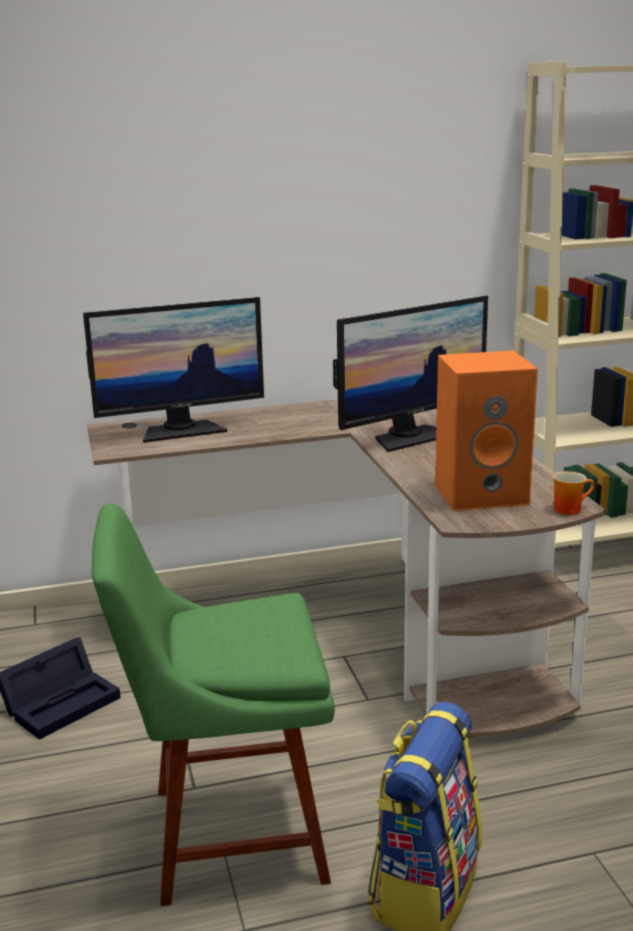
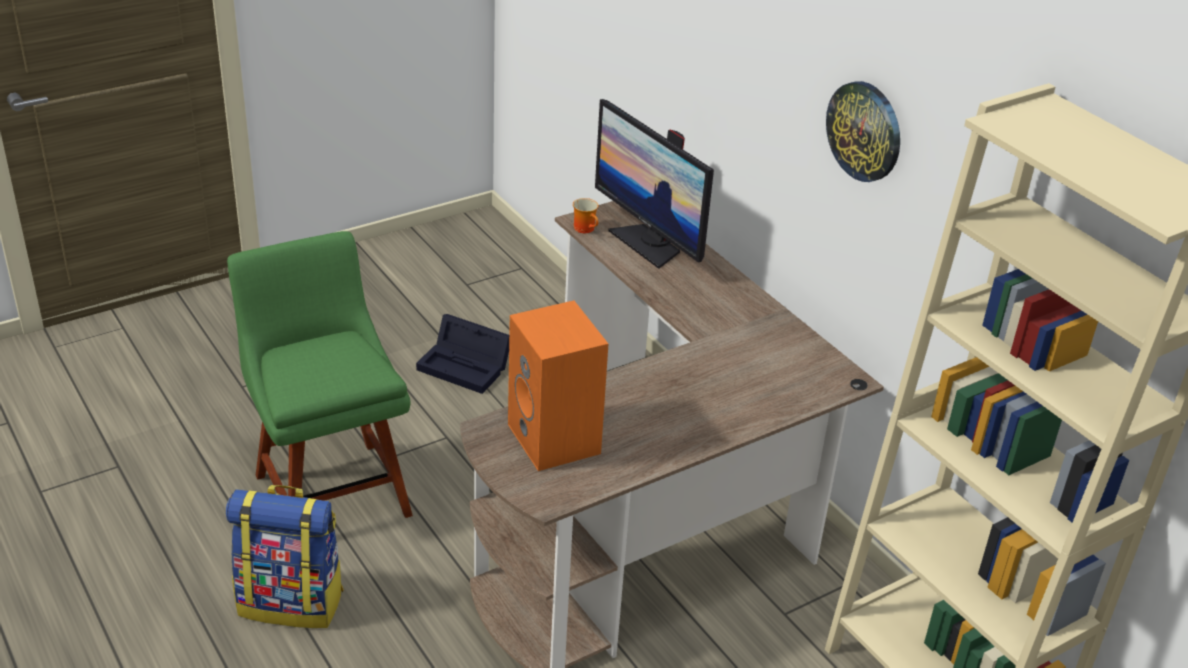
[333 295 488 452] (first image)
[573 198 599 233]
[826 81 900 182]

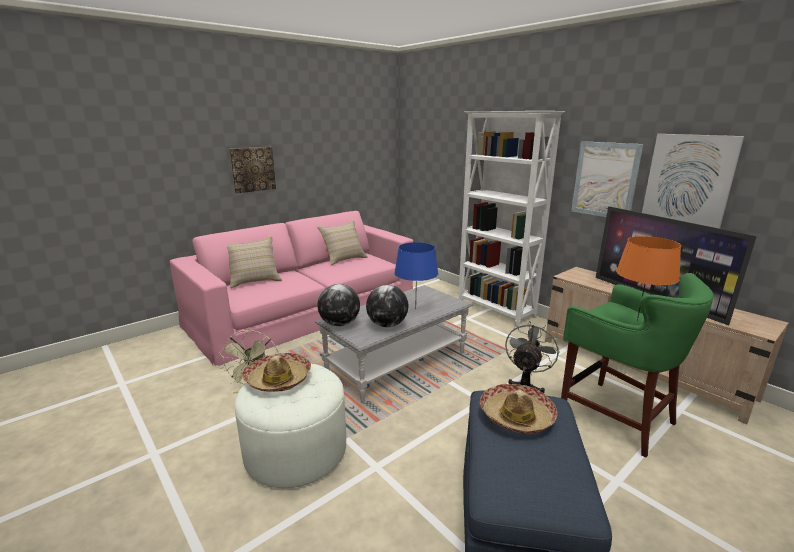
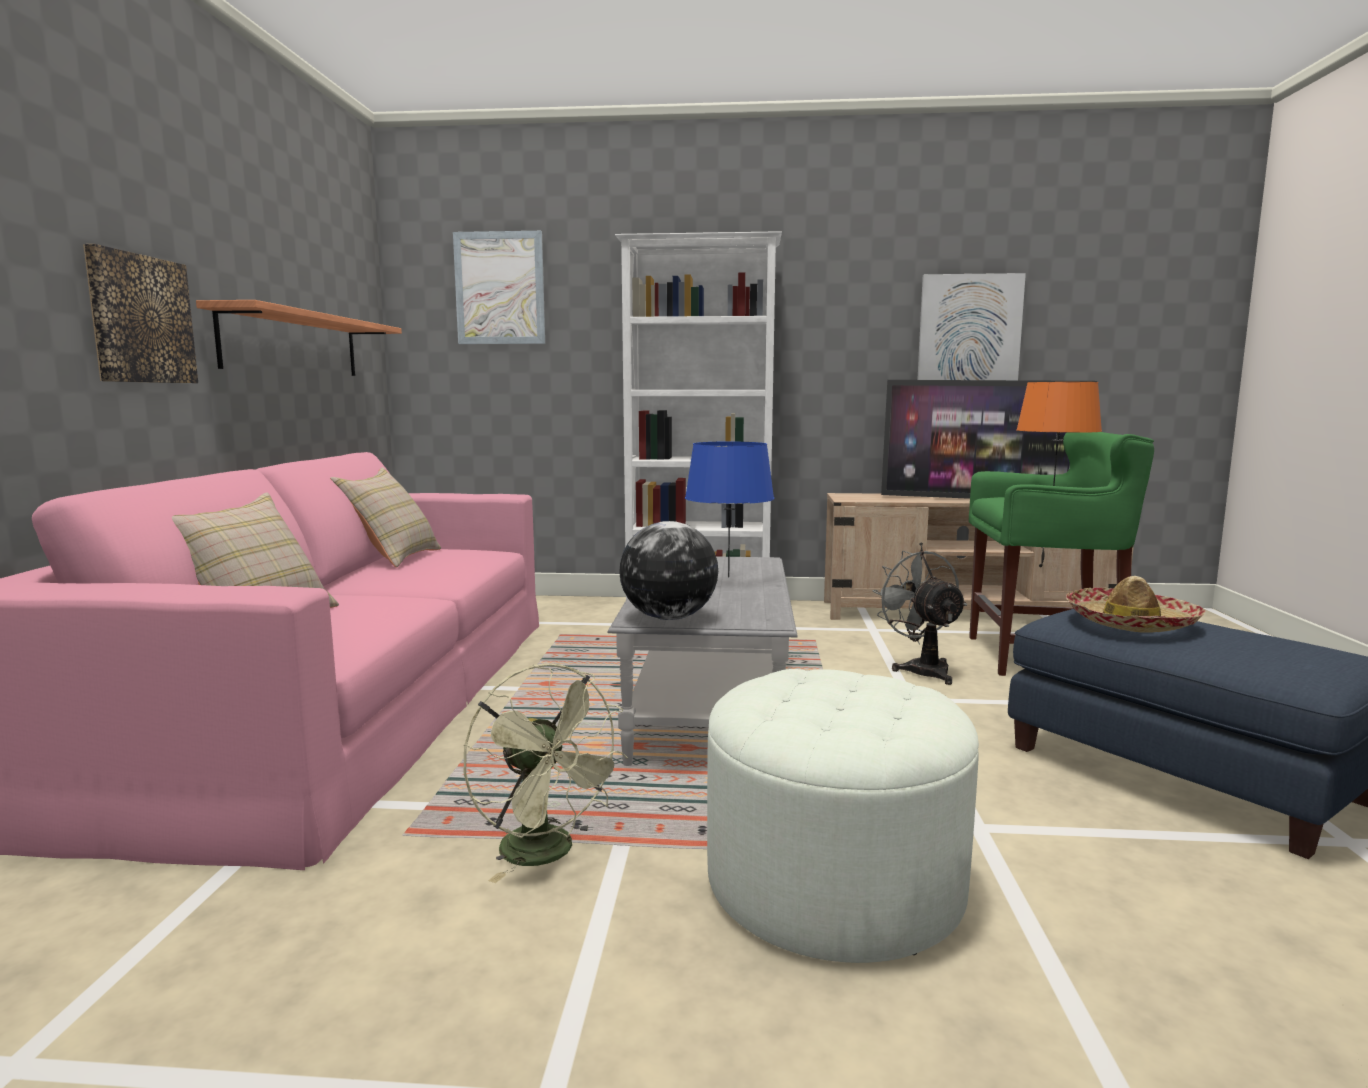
[242 353 311 392] (first image)
[366 285 409 327] (first image)
[453 231 545 344]
[196 300 402 376]

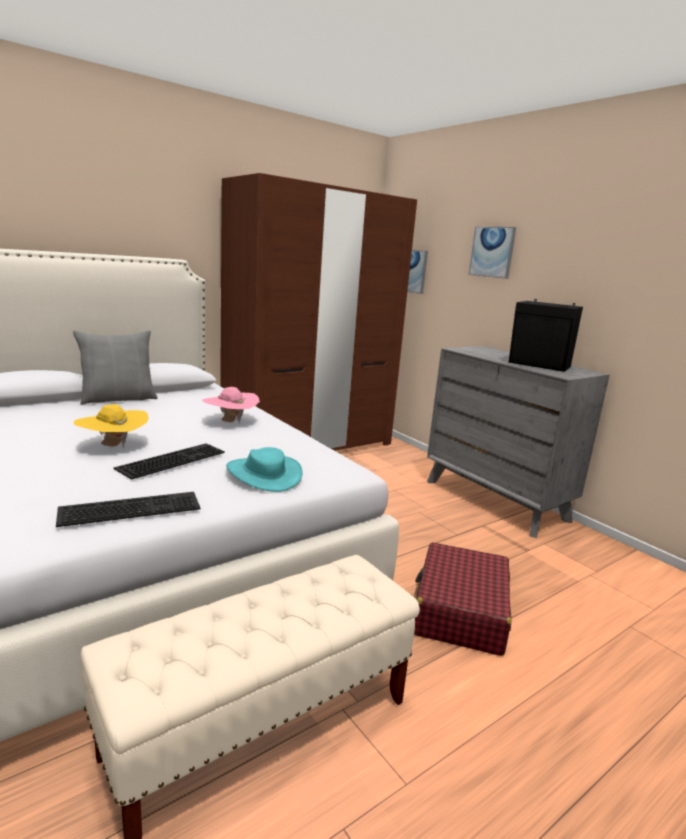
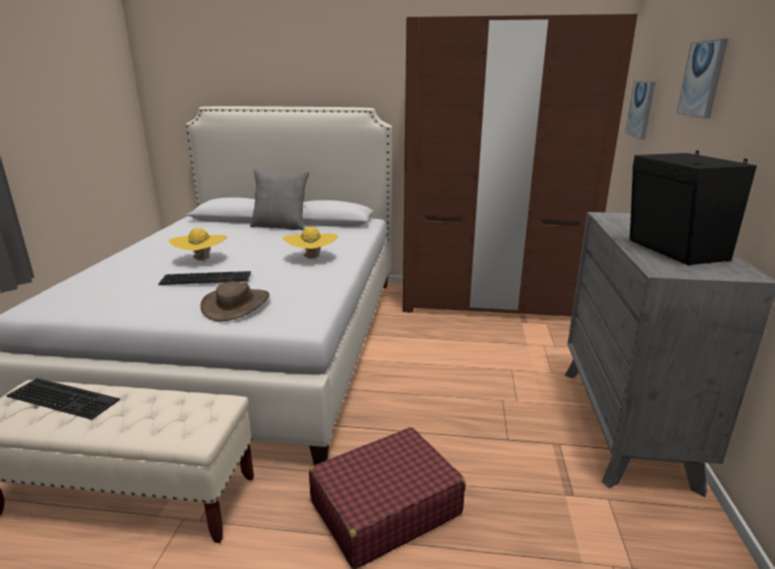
[6 378 120 420]
[283 227 338 259]
[200 281 270 322]

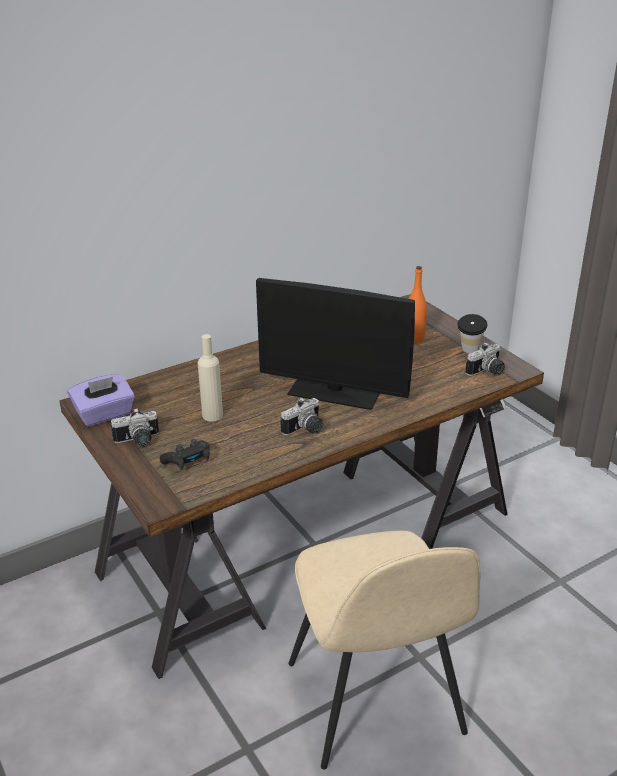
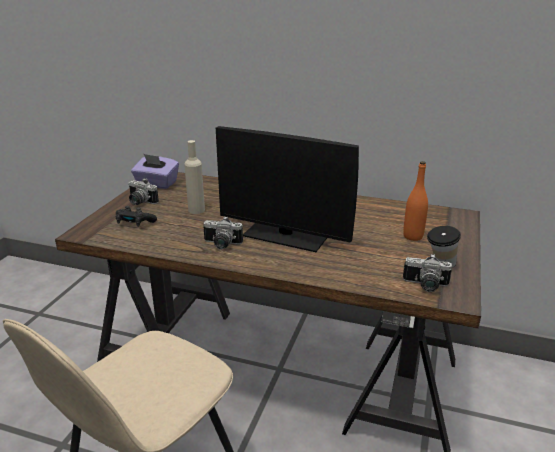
[216 126 359 252]

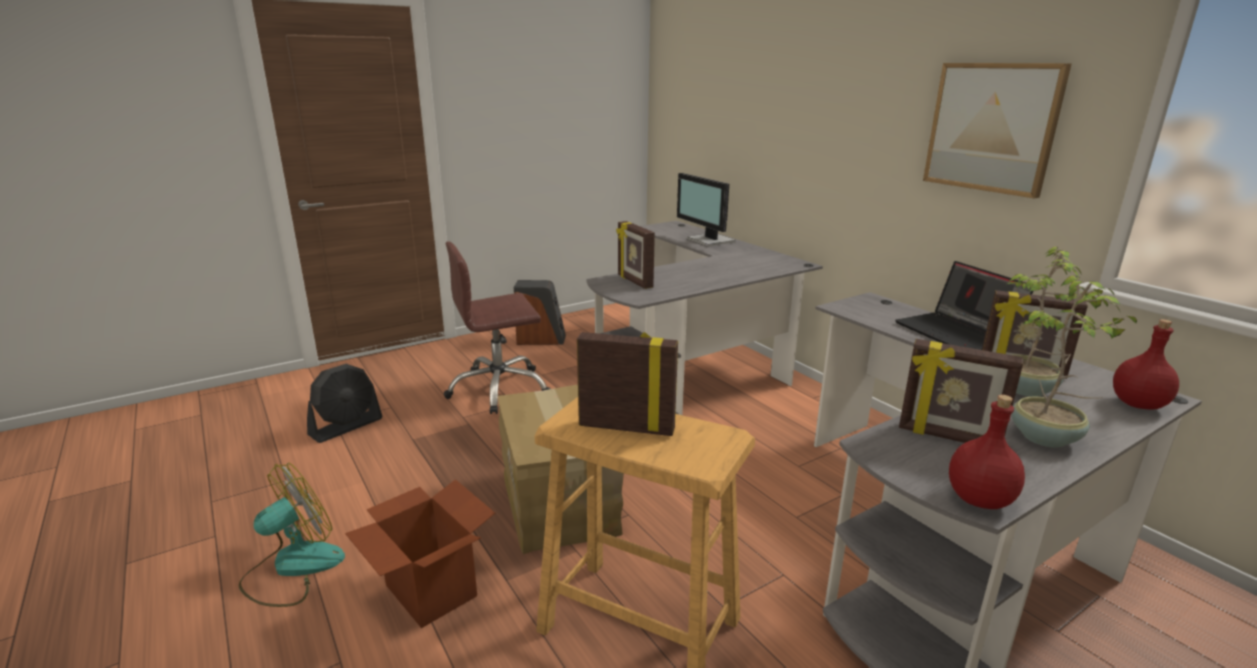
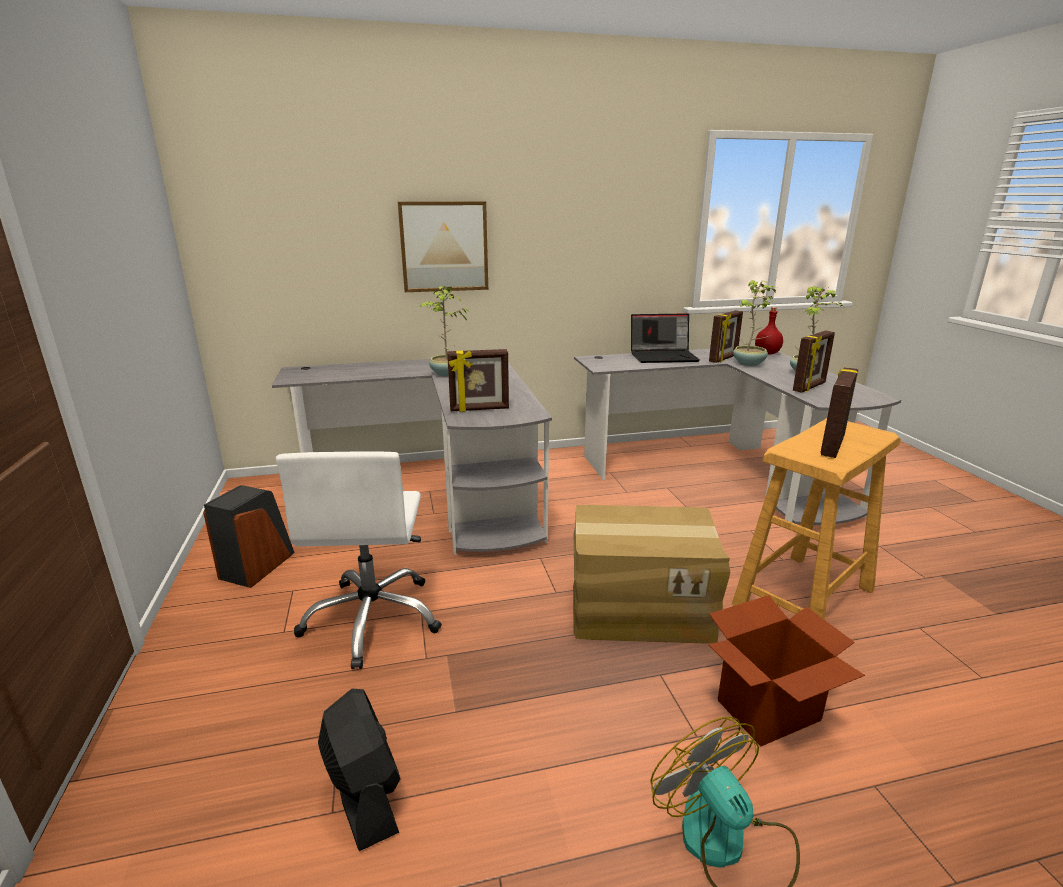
[276 451 442 669]
[677 173 736 247] (first image)
[398 201 488 292]
[949 395 1025 509] (first image)
[420 286 469 376]

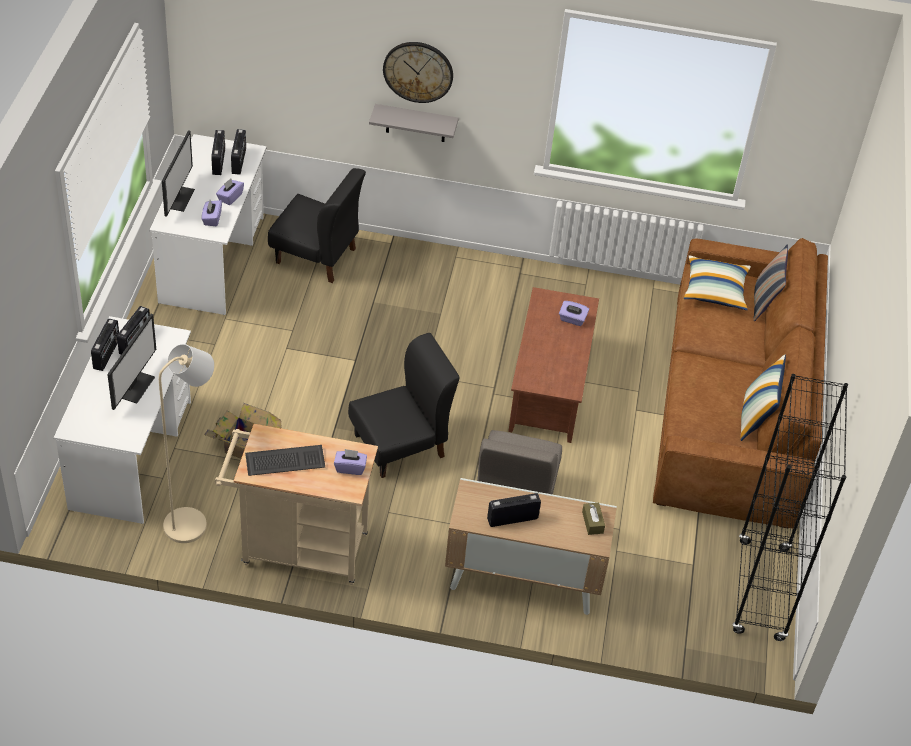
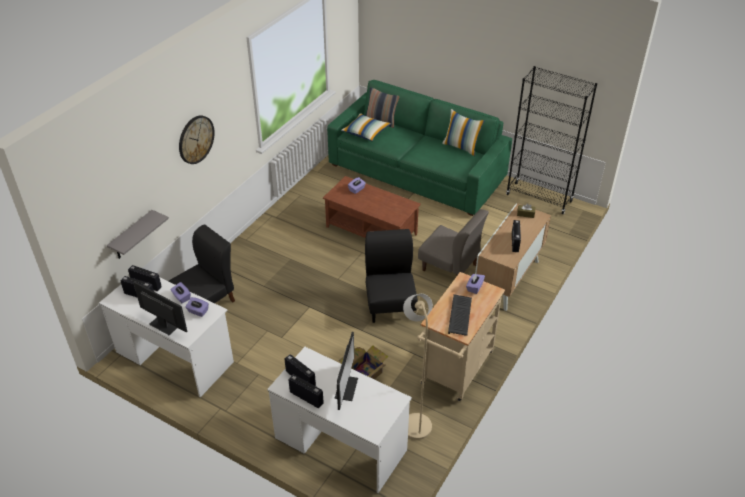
[335 332 358 410]
[107 210 169 259]
[327 80 512 216]

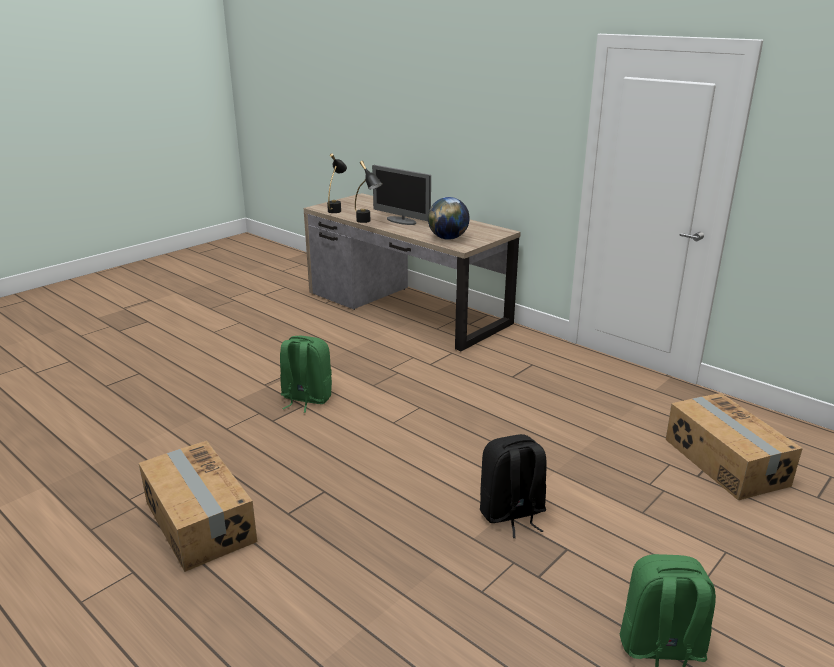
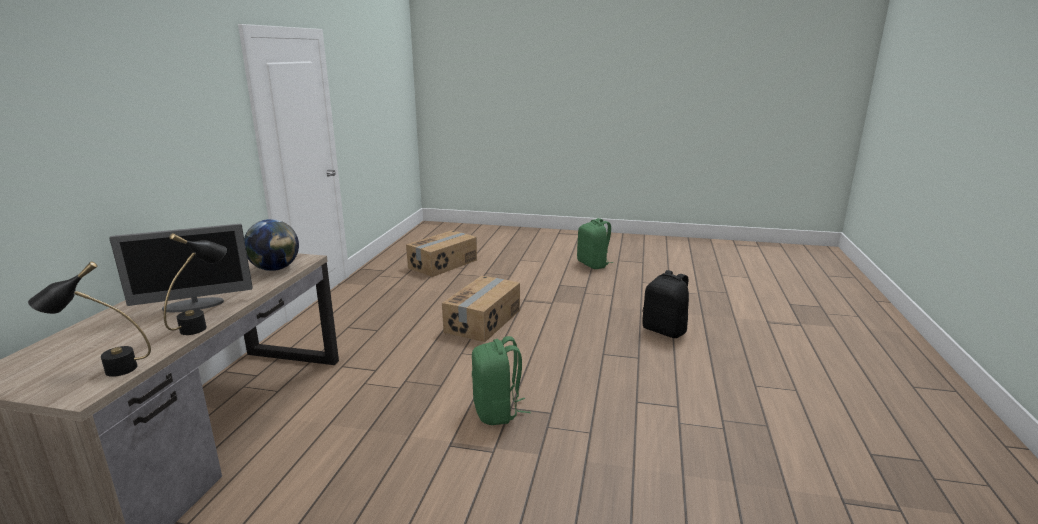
[442 276 520 342]
[109 224 253 312]
[642 270 689 338]

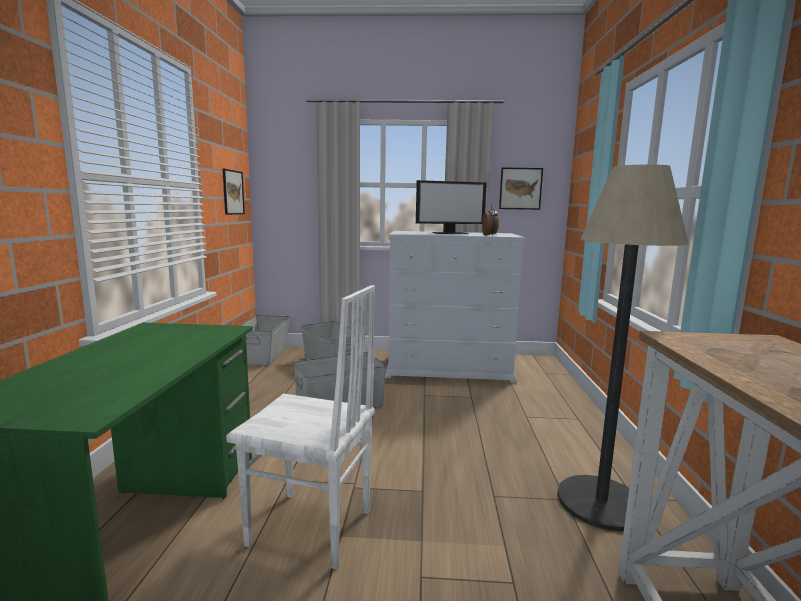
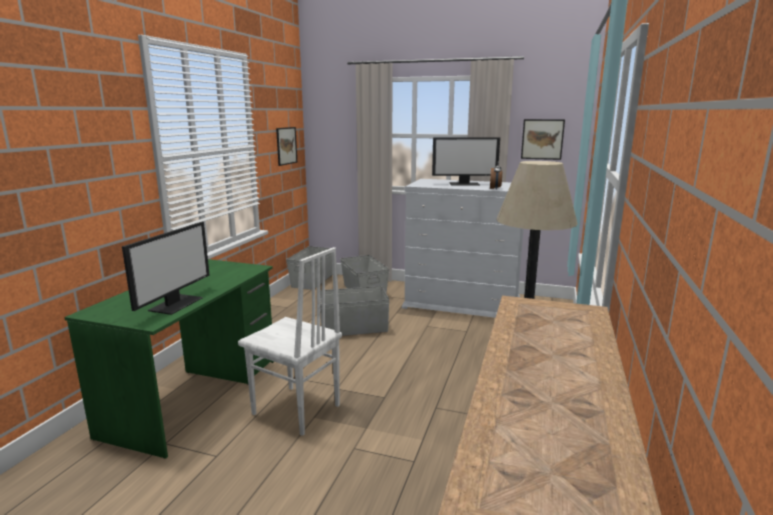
[122 222 210 315]

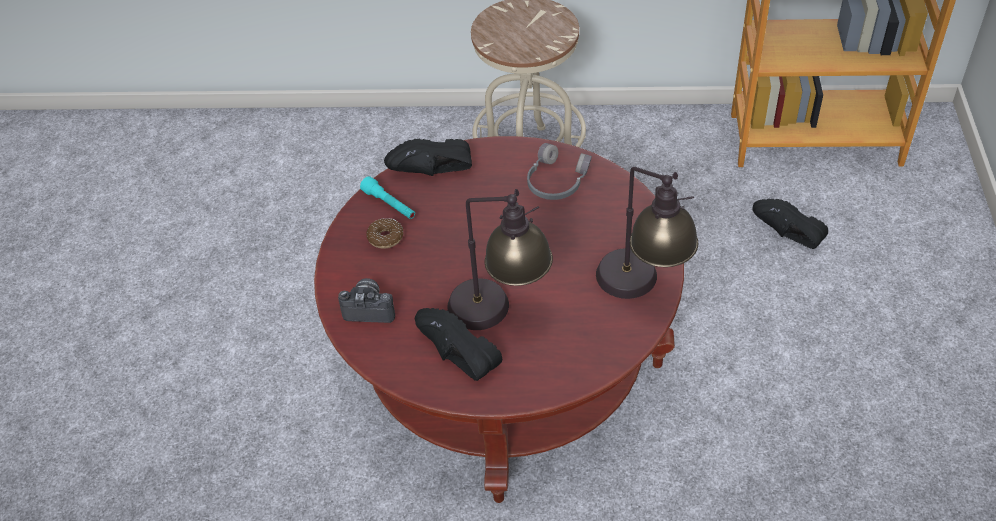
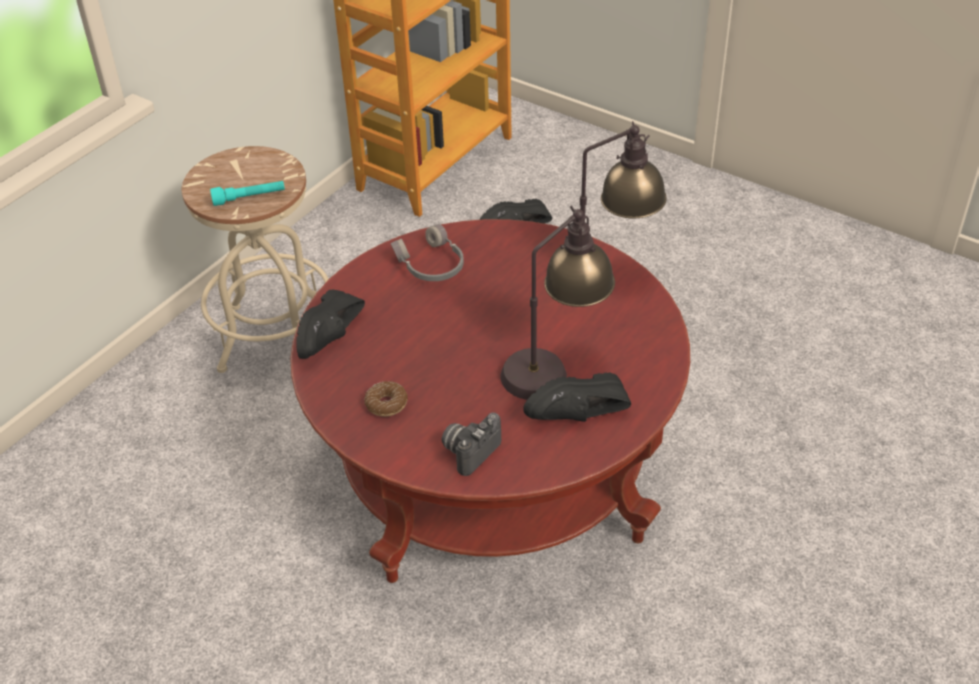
[210 181 285 206]

